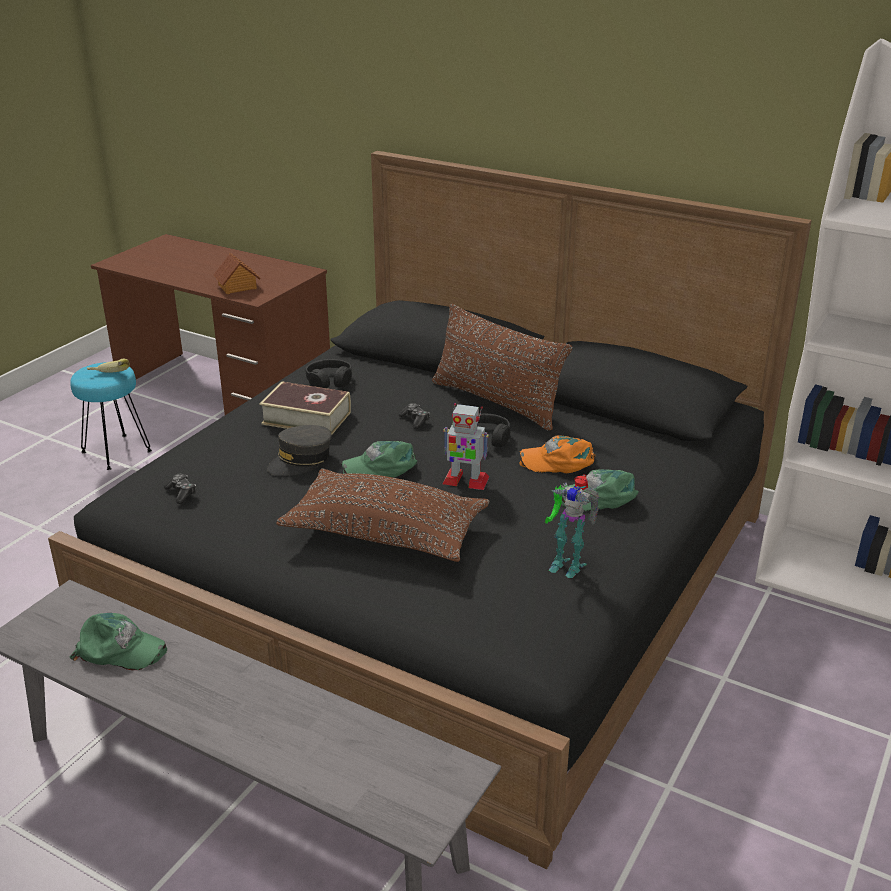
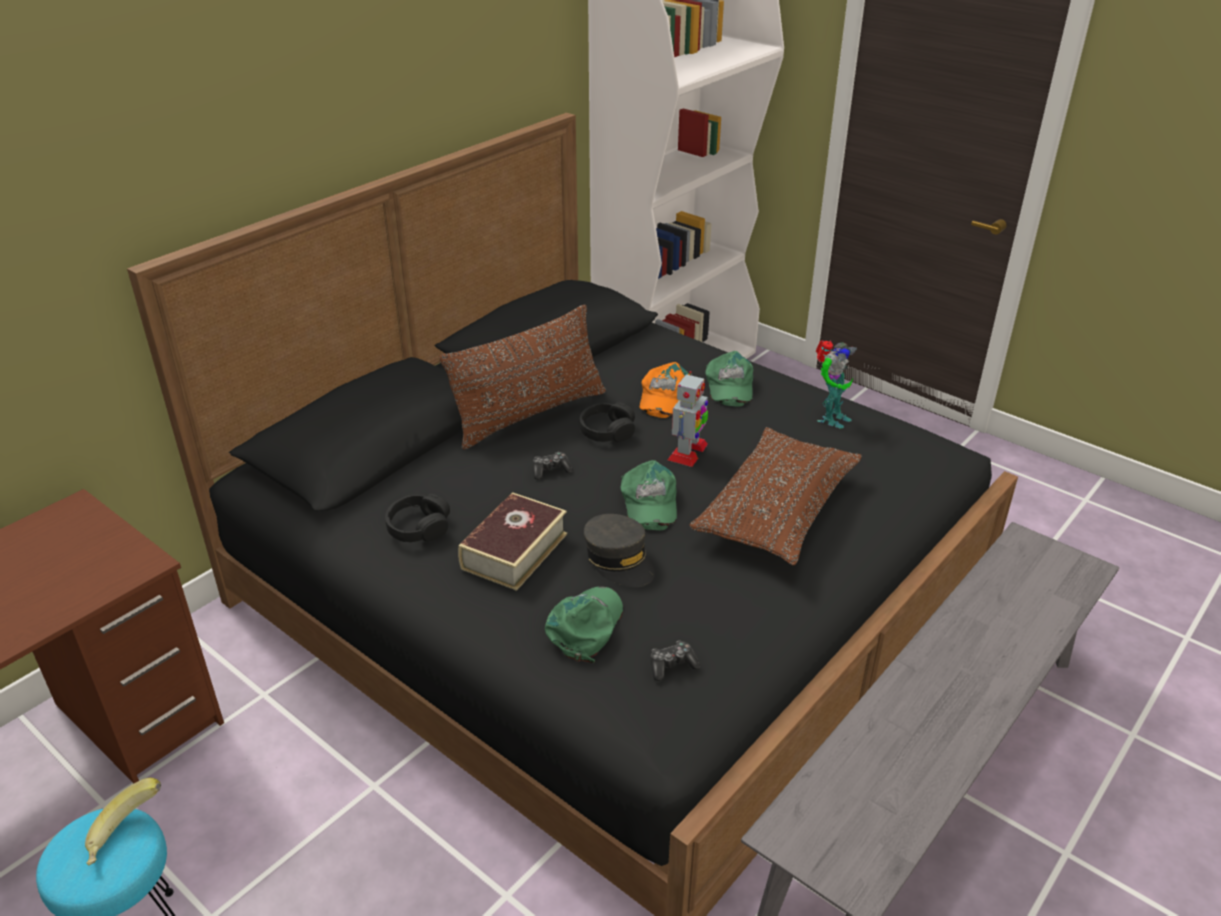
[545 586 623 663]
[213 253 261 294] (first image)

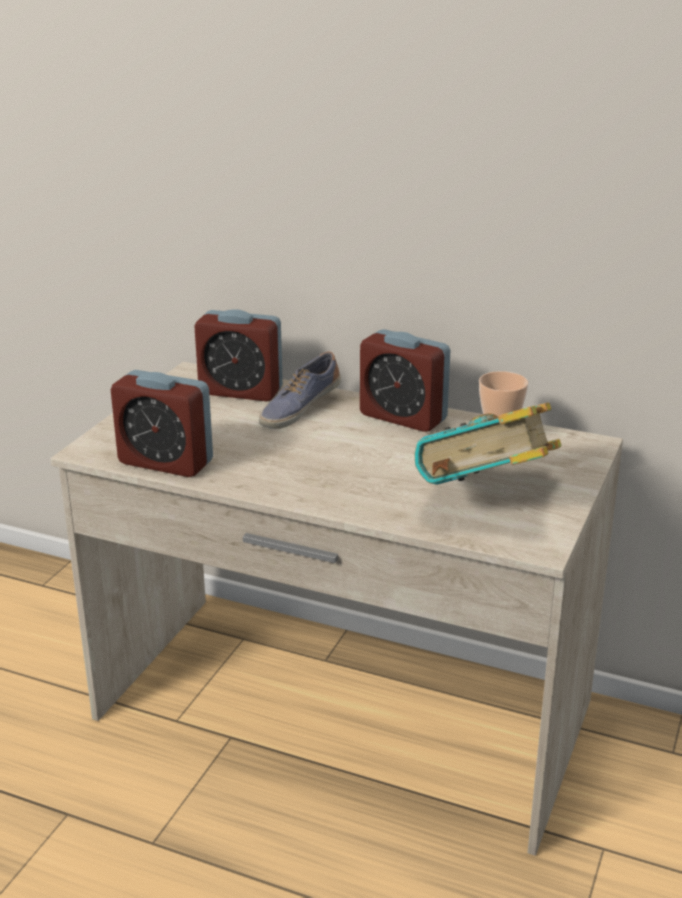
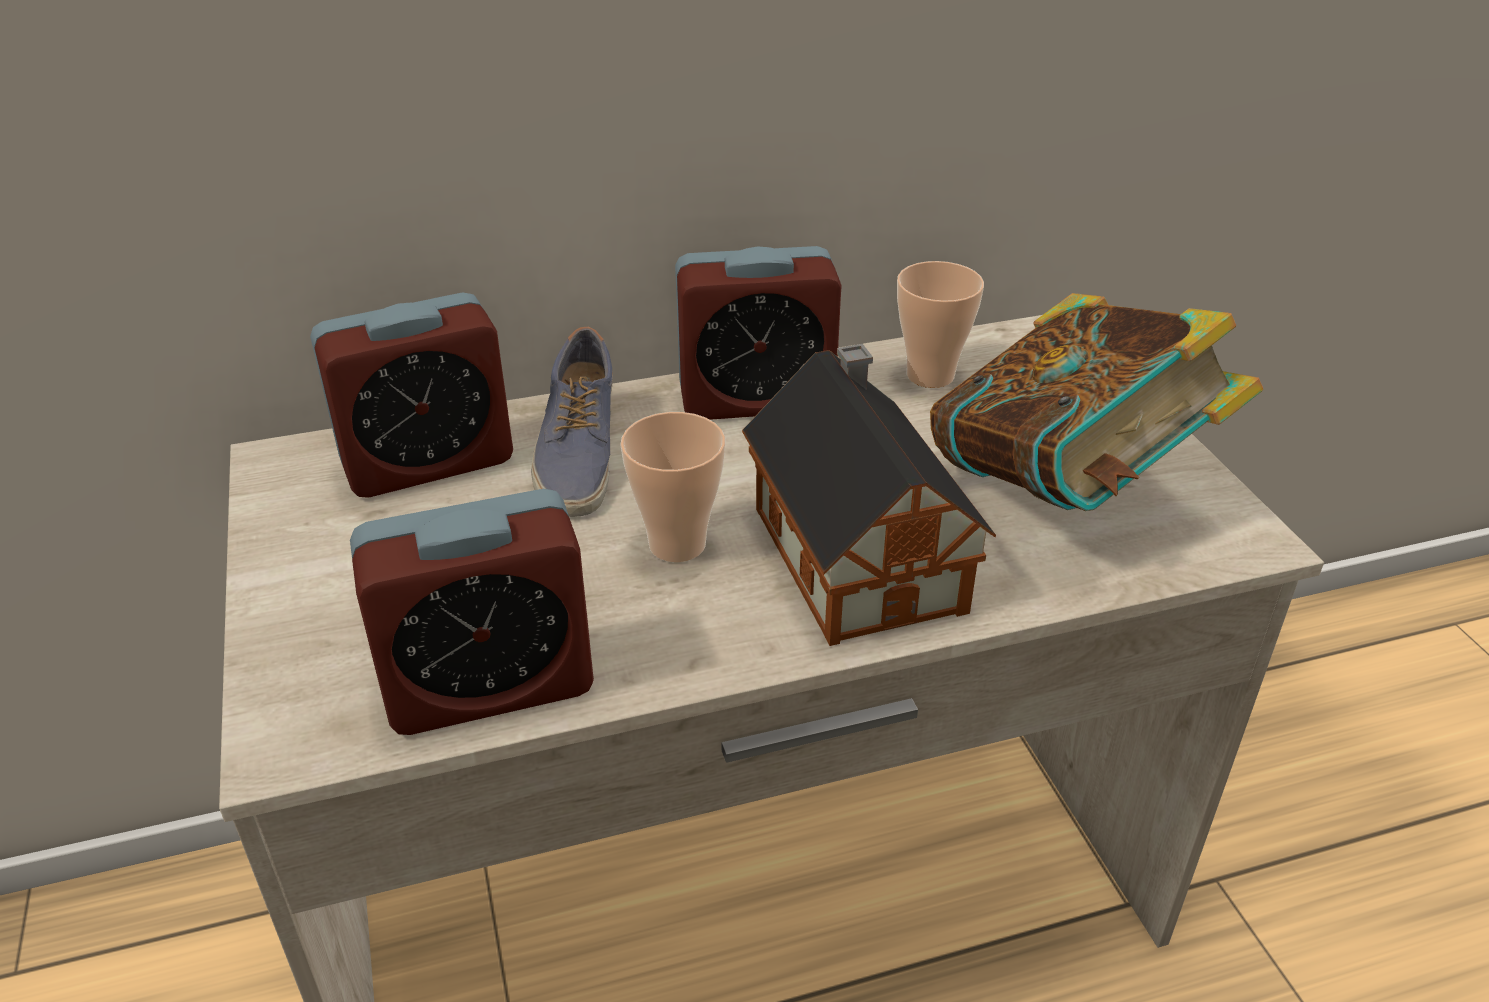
[620 412 725 562]
[742 344 996 646]

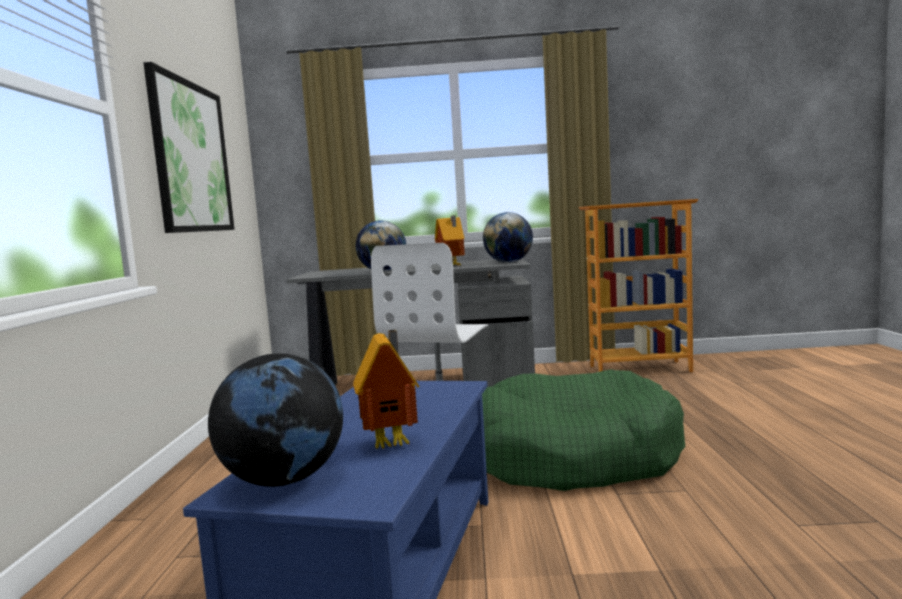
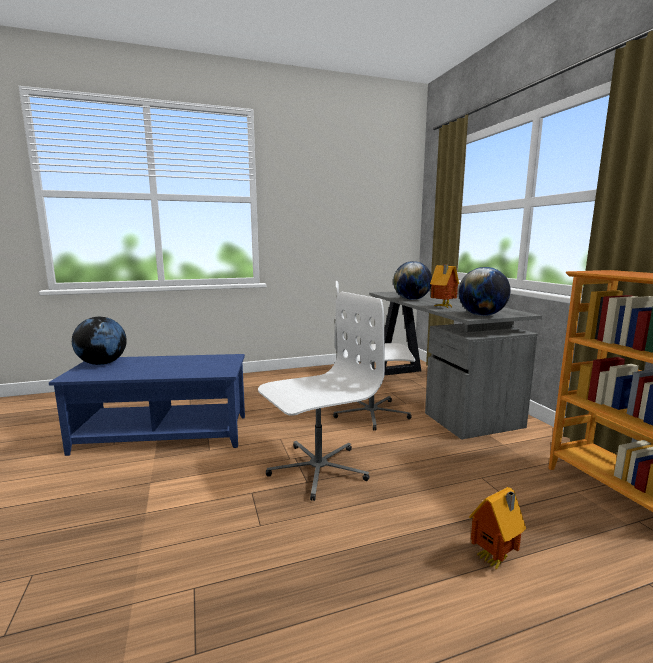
[143 62 235 233] (first image)
[469 487 526 570]
[258 292 385 501]

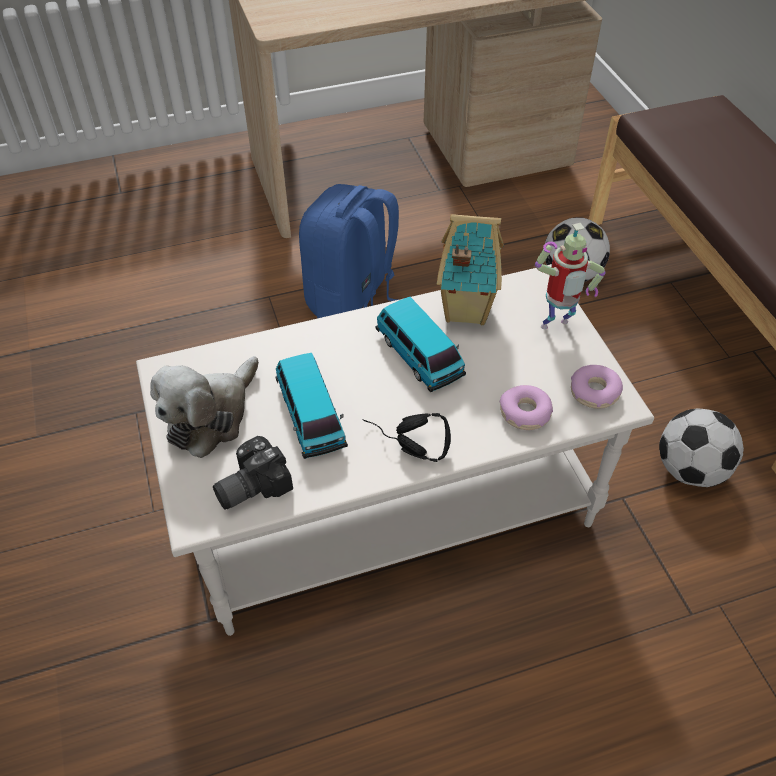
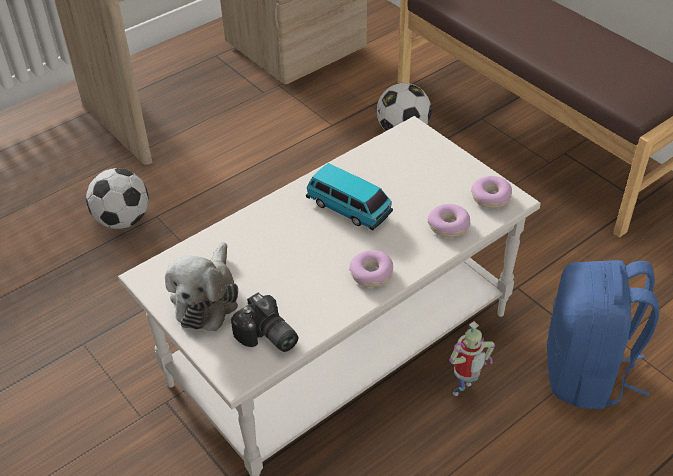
[231 292 298 352]
[276 353 348 459] (first image)
[547 260 659 409]
[349 250 393 287]
[437 214 504 325] (first image)
[449 321 495 396]
[86 168 149 229]

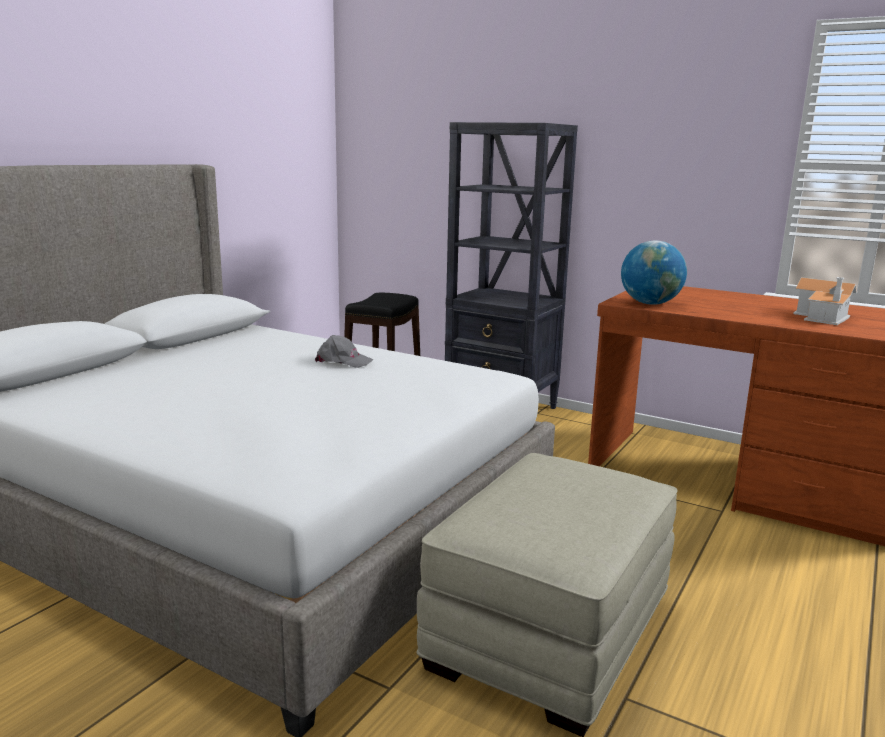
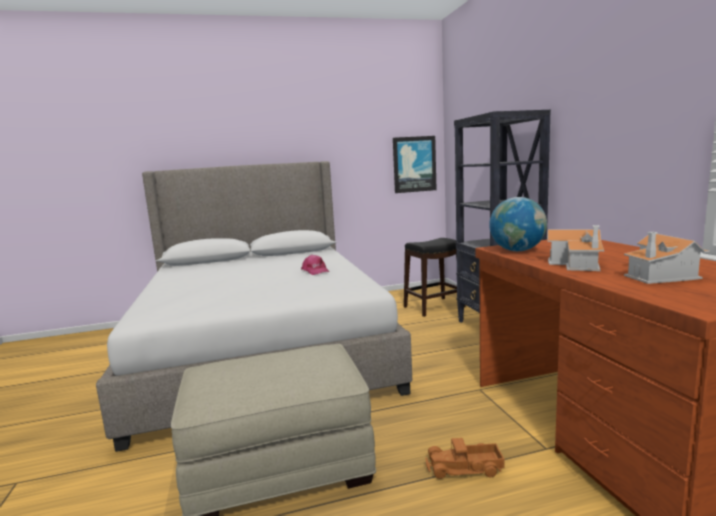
[301 255 329 275]
[393 136 437 193]
[425 438 505 479]
[547 225 604 271]

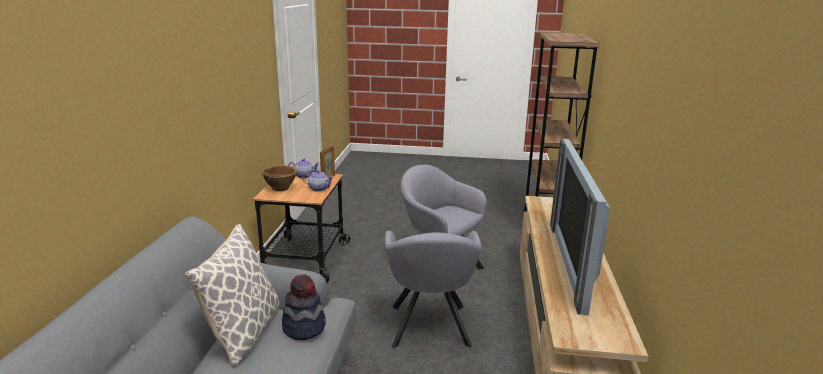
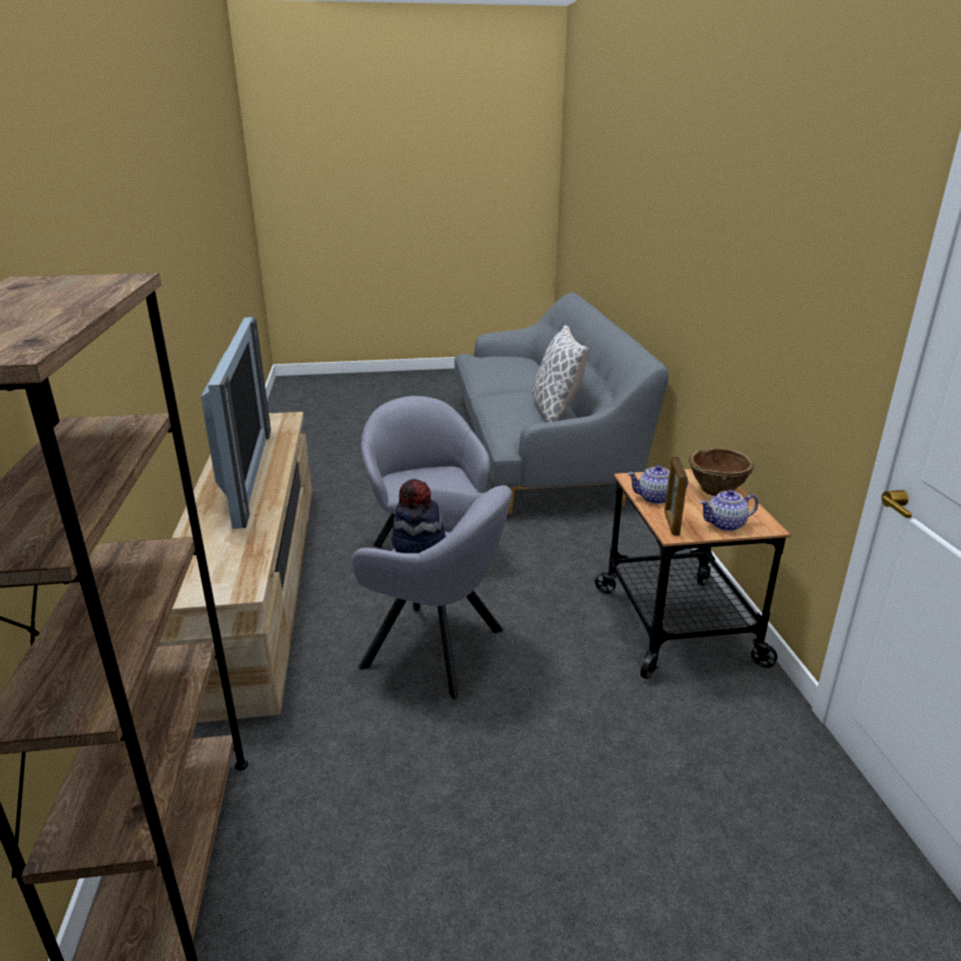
[391 479 446 553]

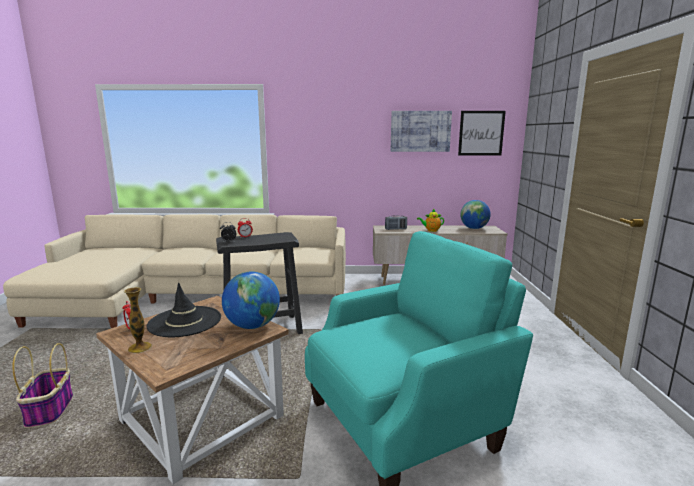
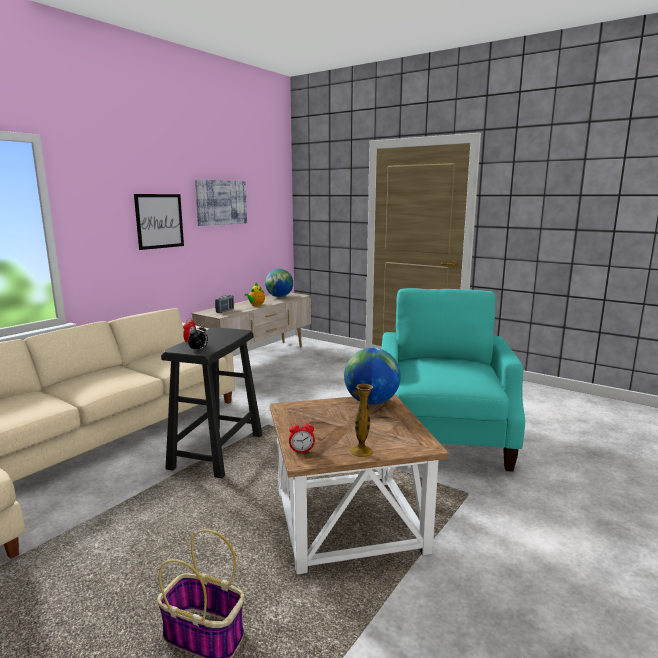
[147 282 221 337] (first image)
[134 194 184 250]

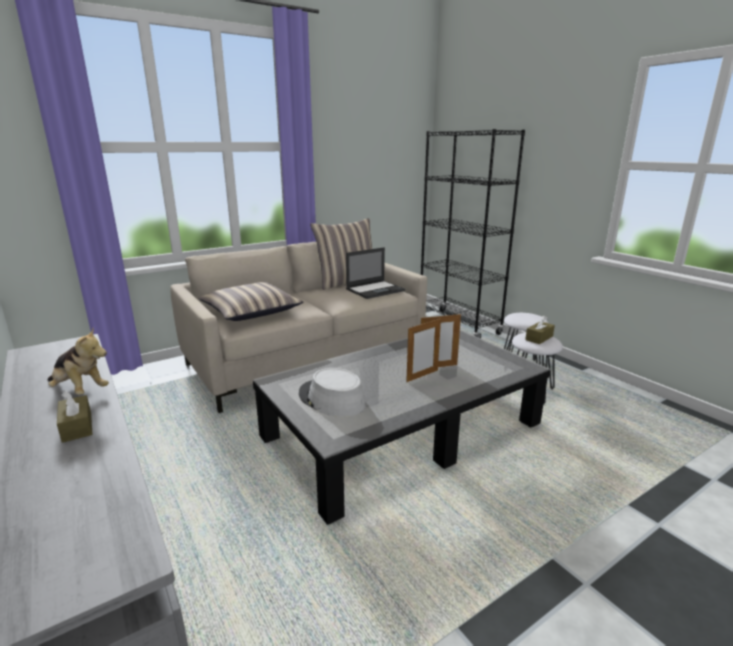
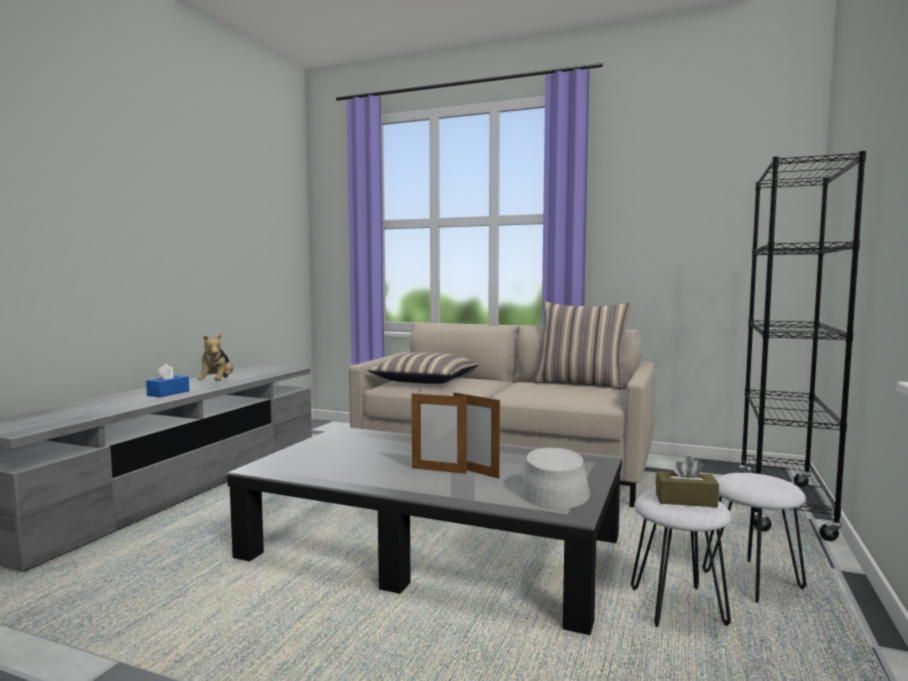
[146 363 189 397]
[519 447 590 509]
[346 247 405 299] (first image)

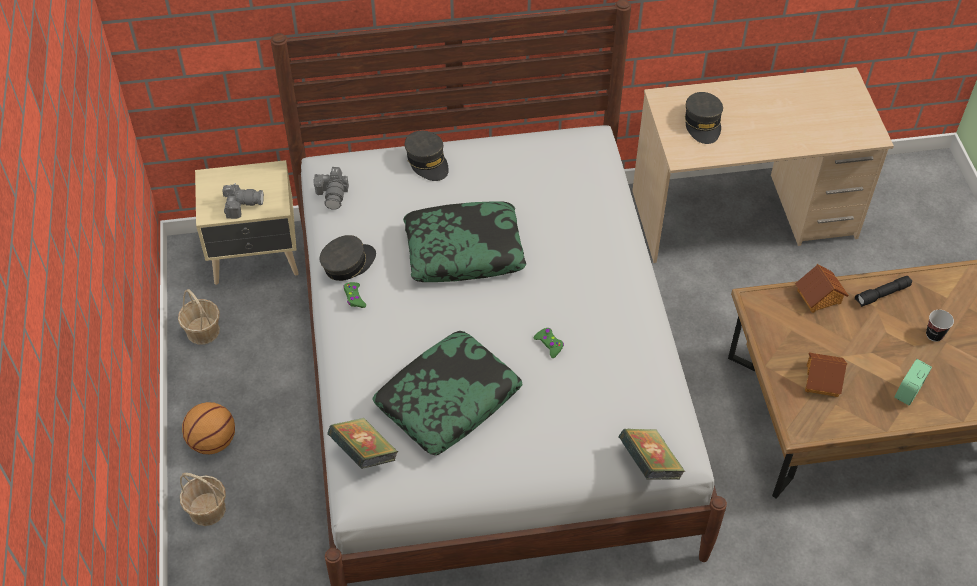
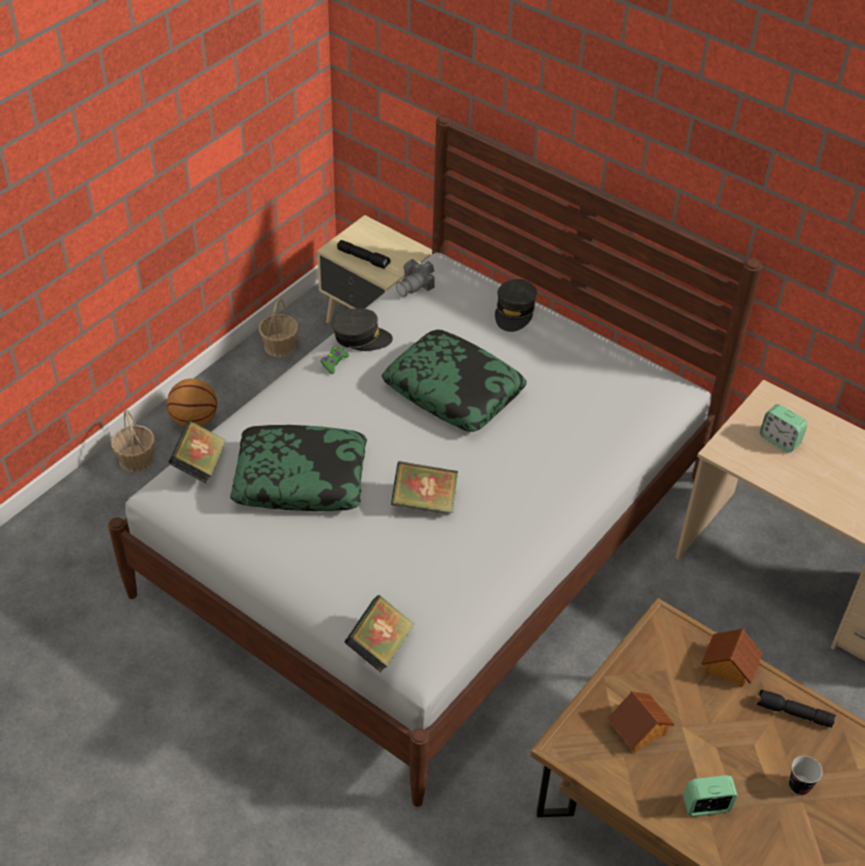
[337 240 390 269]
[391 461 458 515]
[760 404 807 453]

